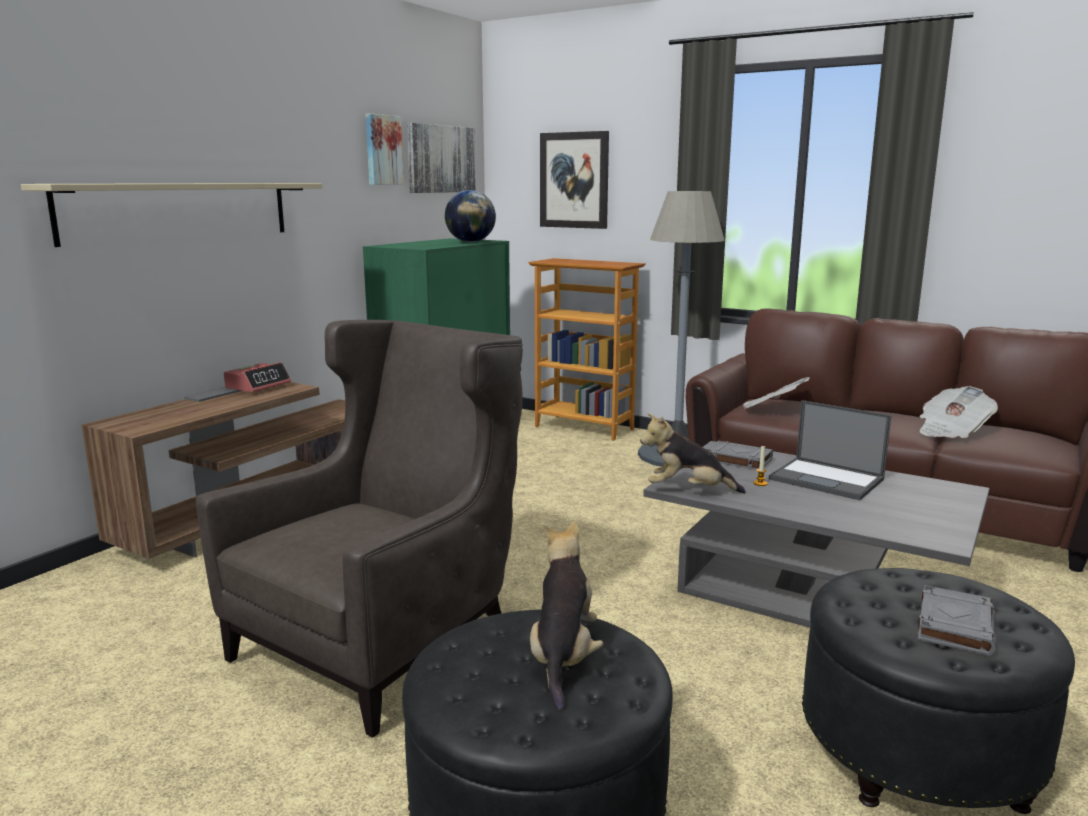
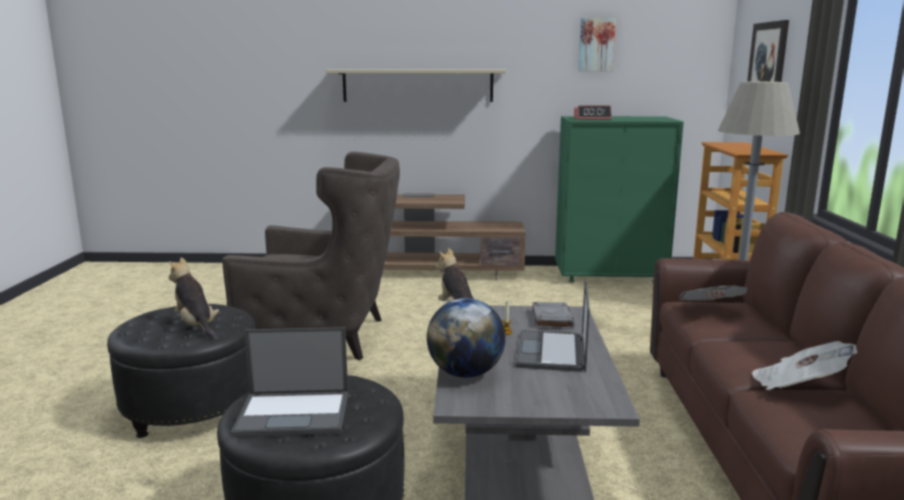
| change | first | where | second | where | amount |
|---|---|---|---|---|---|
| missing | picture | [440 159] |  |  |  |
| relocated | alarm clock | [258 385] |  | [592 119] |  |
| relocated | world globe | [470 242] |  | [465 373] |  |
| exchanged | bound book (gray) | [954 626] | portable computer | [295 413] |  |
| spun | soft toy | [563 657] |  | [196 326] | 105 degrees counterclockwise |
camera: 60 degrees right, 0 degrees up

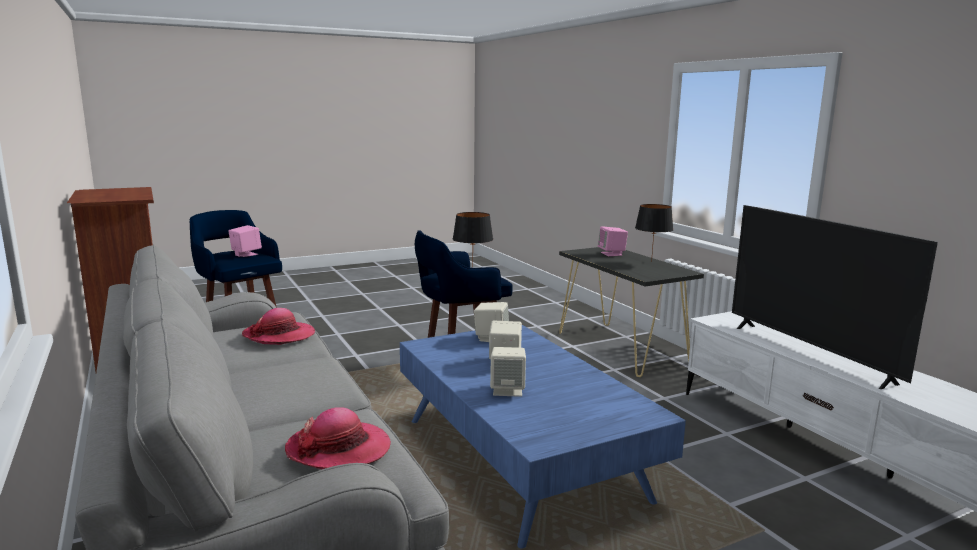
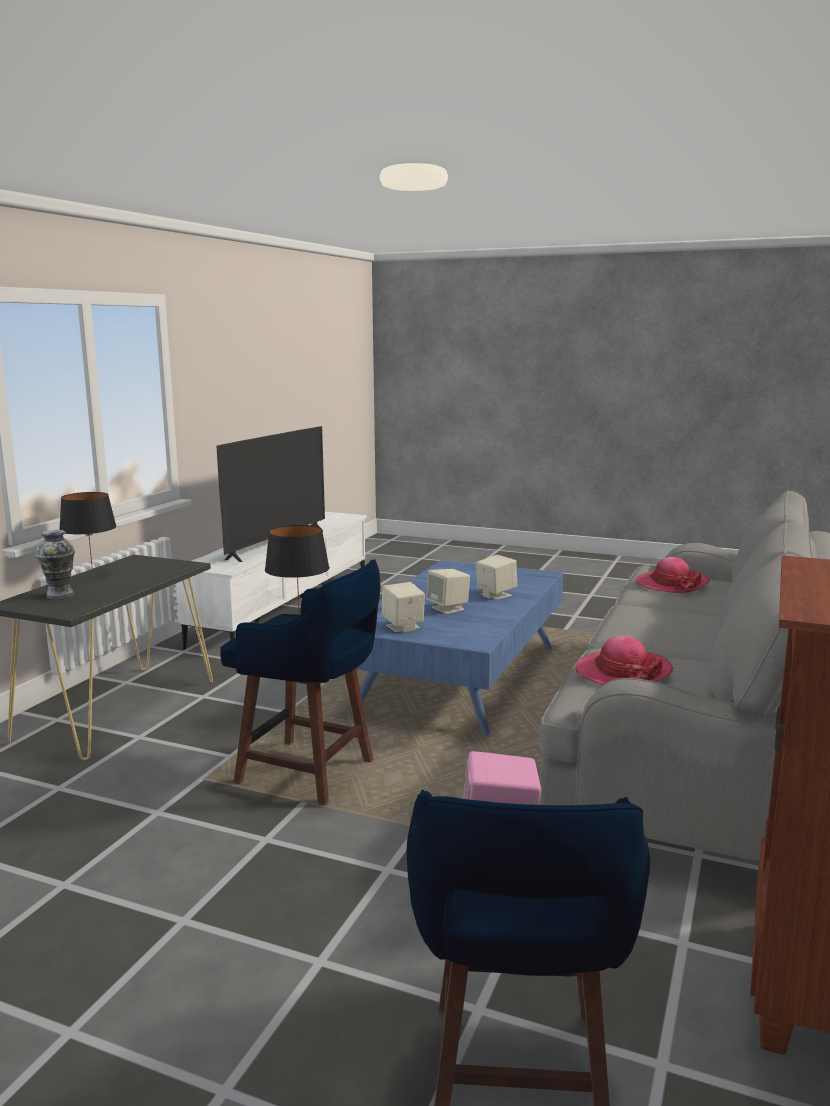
| change | first | where | second | where | amount |
|---|---|---|---|---|---|
| exchanged | audio speaker (pink) | [612 254] | vase | [60 595] |  |
camera: 130 degrees left, 0 degrees up

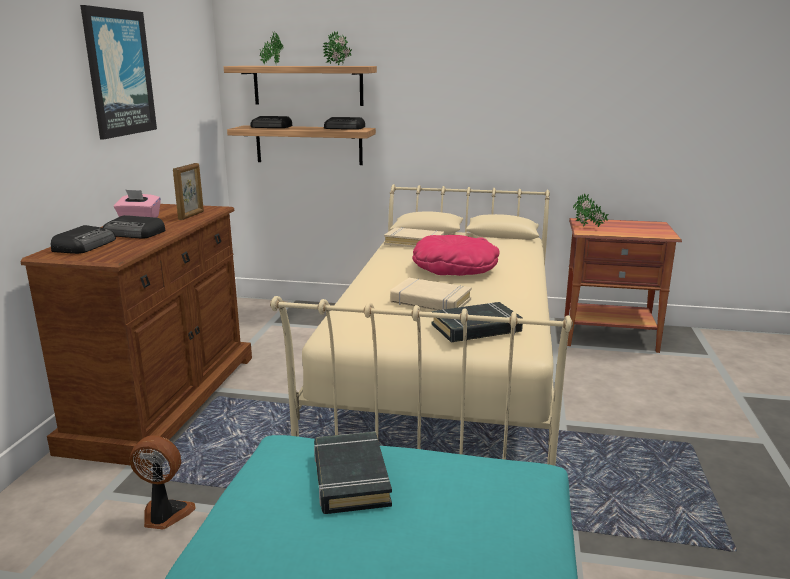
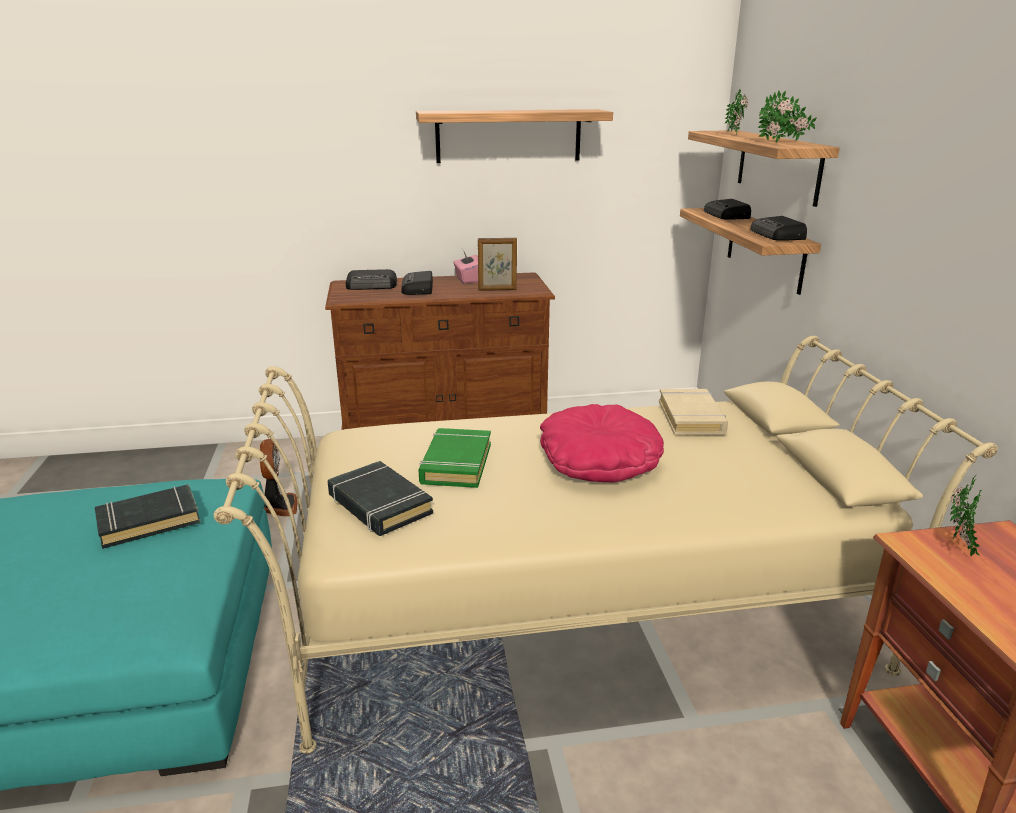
| change | first | where | second | where | amount |
|---|---|---|---|---|---|
| exchanged | picture | [119 73] | wall shelf | [508 136] |  |
| colour | bound book (sand-coloured) | [430 301] | bound book (greenish) | [456 464] |  |
camera: 70 degrees right, 5 degrees up

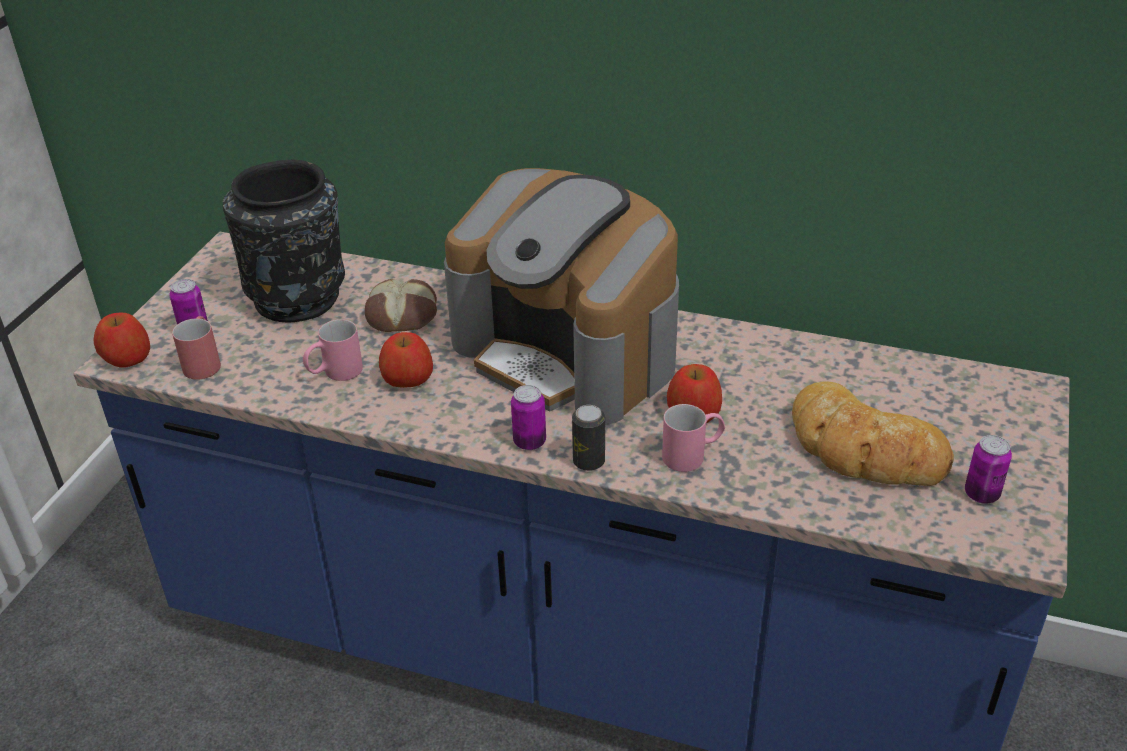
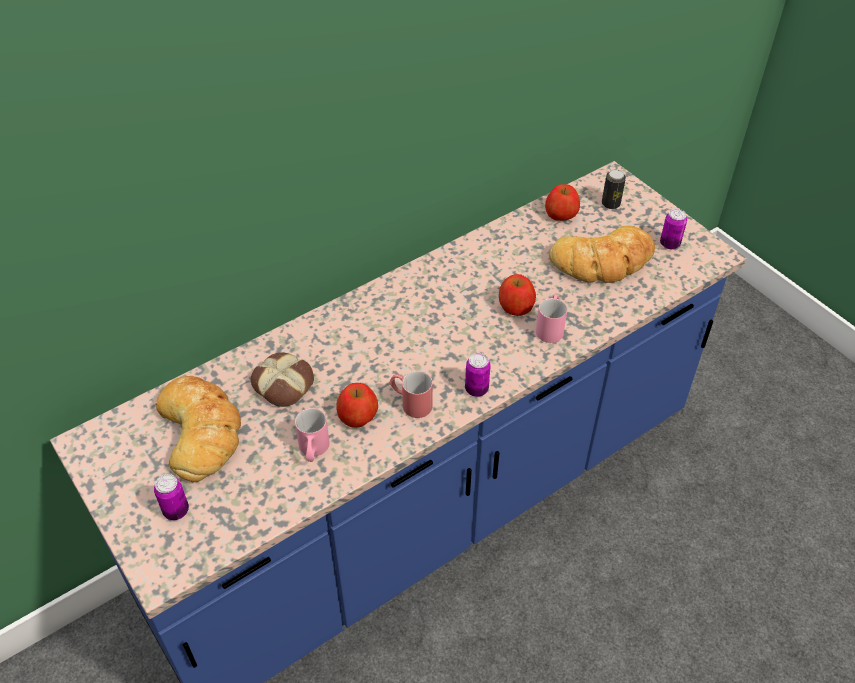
| change | first | where | second | where | amount |
|---|---|---|---|---|---|
| missing | coffee brewer | [568 352] |  |  |  |
| relocated | whole apple | [127 358] |  | [560 214] |  |
| relocated | tea mug (red) | [203 362] |  | [410 402] |  |
| relocated | metal can | [588 461] |  | [610 204] |  |
| exchanged | vase (black) | [299 298] | bakery bread | [201 430] |  |
camera: 55 degrees left, 10 degrees up

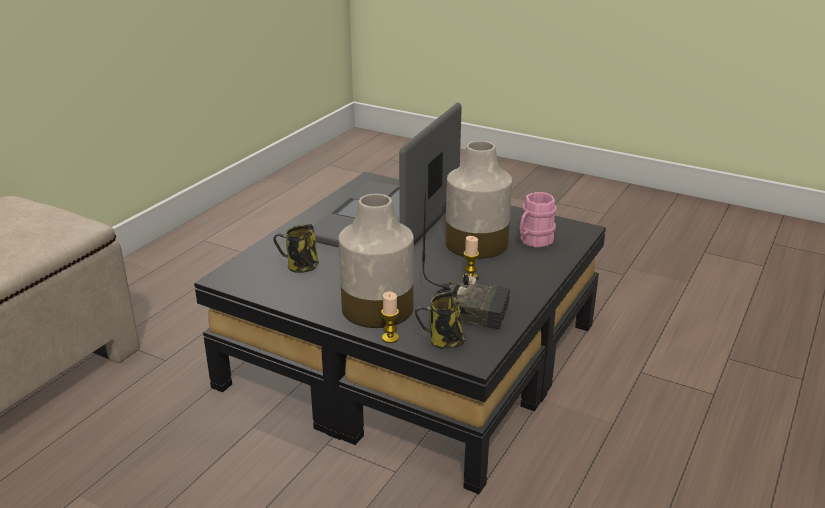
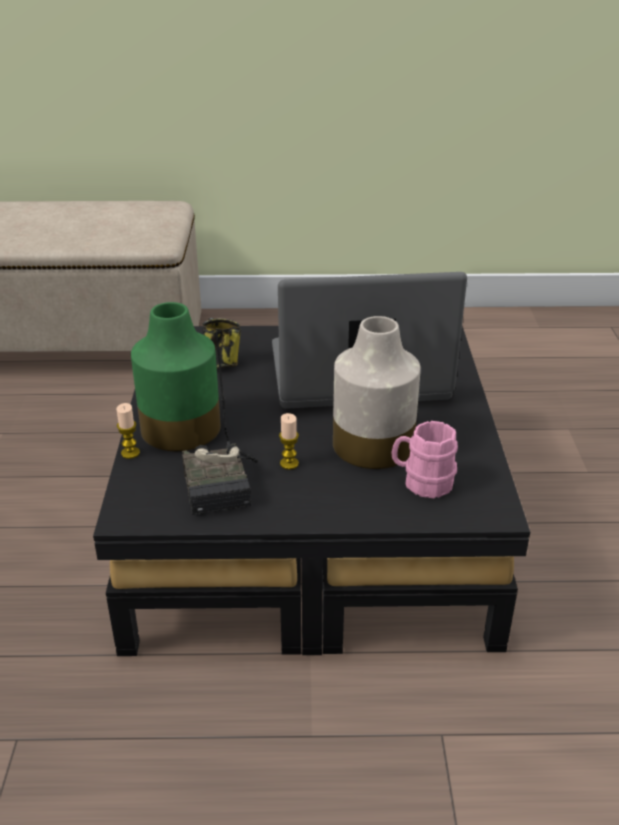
| change | first | where | second | where | amount |
|---|---|---|---|---|---|
| missing | tea mug | [444 342] |  |  |  |
| colour | vase (sand-coloured) | [378 308] | vase (greenish) | [180 428] |  |
camera: 60 degrees right, 5 degrees up

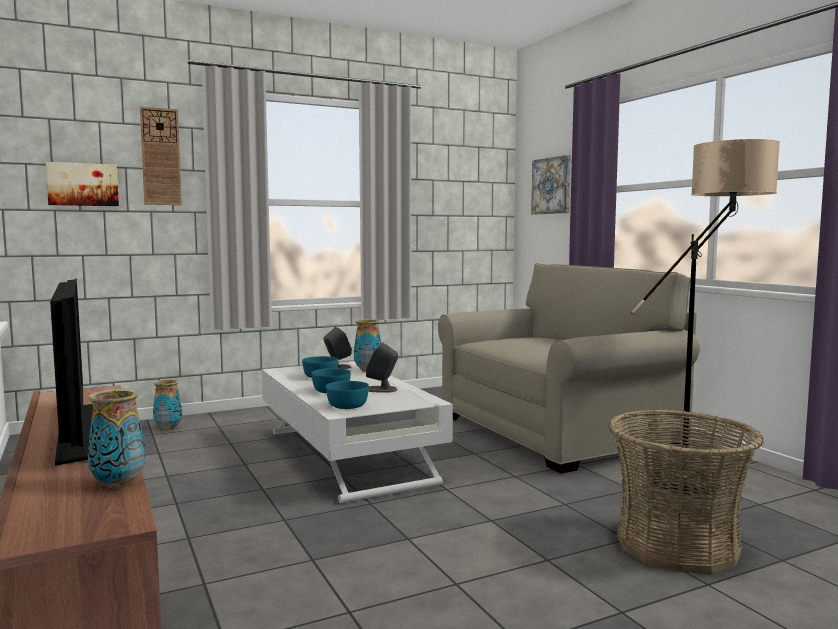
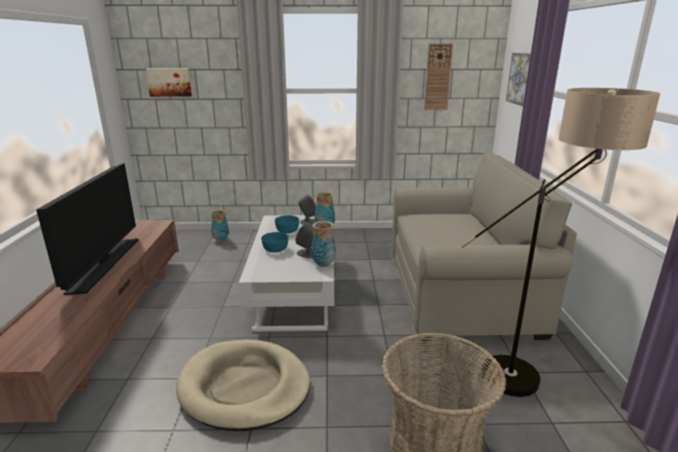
| change | first | where | second | where | amount |
|---|---|---|---|---|---|
| missing | deep dish (blue-green) | [346 406] |  |  |  |
| appeared |  |  | pet bed (sand-coloured) | [244 387] |  |
| relocated | vase | [119 484] |  | [324 264] |  |
| relocated | wall clock | [161 157] |  | [438 77] |  |
camera: 25 degrees right, 15 degrees up

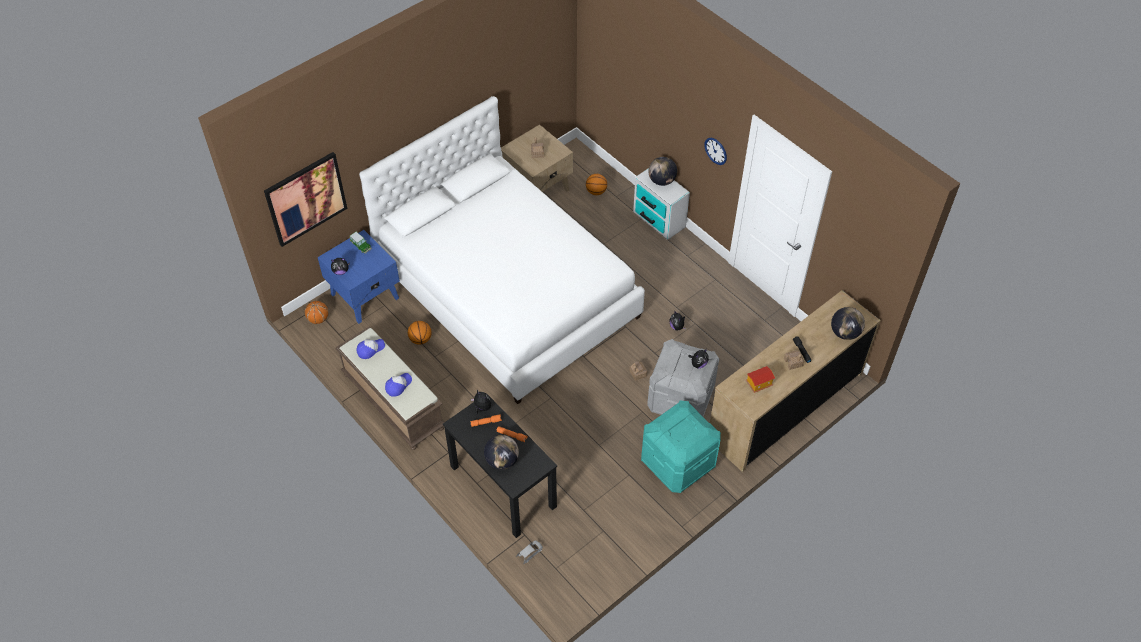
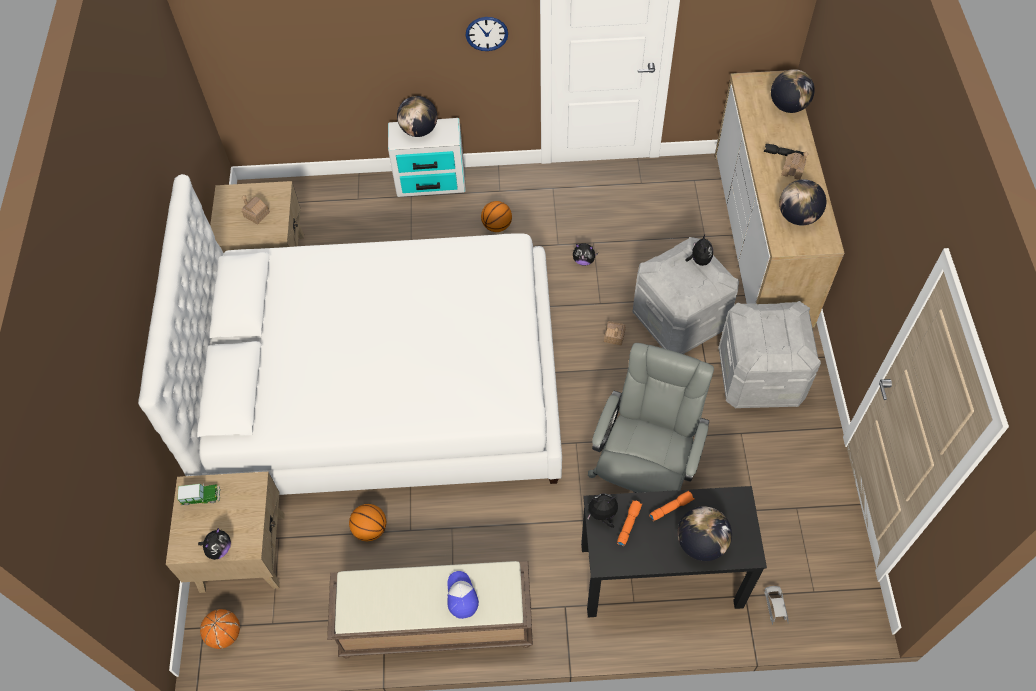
| change | first | where | second | where | amount |
|---|---|---|---|---|---|
| missing | picture | [306 198] |  |  |  |
| missing | baseball cap | [370 349] |  |  |  |
| appeared |  |  | computer chair (gray) | [643 477] |  |
| relocated | basketball ball | [596 191] |  | [496 226] |  |
| exchanged | model house | [759 383] | world globe | [797 216] |  |
| colour | bedside table (bluish) | [365 296] | bedside table (sand-coloured) | [243 551] |  |
| colour | storage bin (blue-green) | [677 463] | storage bin (gray) | [760 377] |  |
camera: 50 degrees left, 5 degrees up

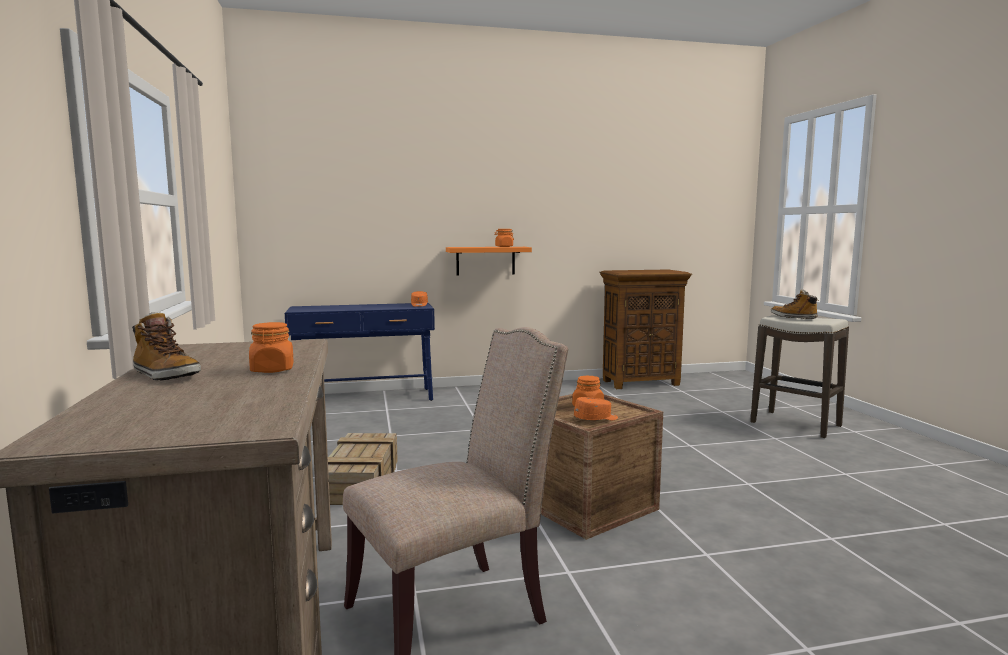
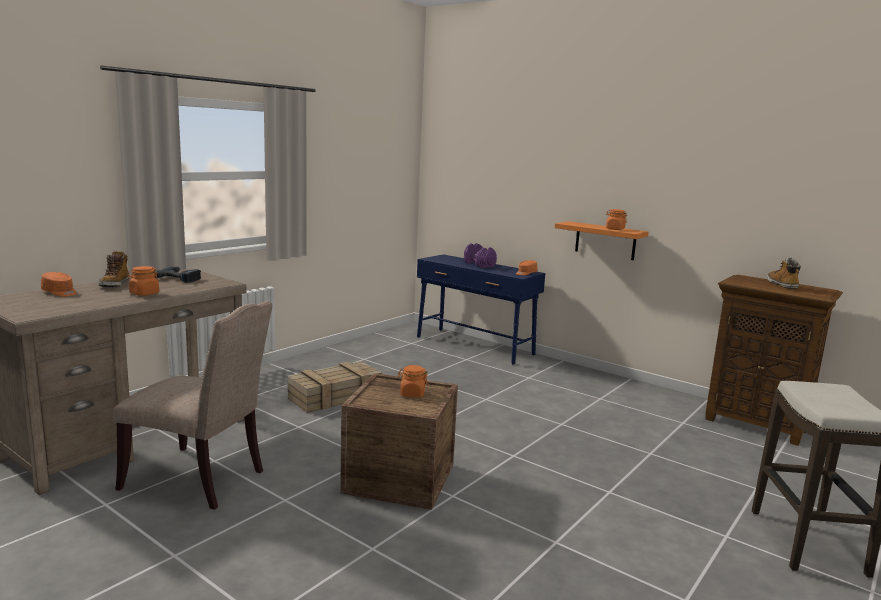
| change | first | where | second | where | amount |
|---|---|---|---|---|---|
| appeared |  |  | electric drill | [180 278] |  |
| appeared |  |  | hand weight (purplish) | [479 264] |  |
| relocated | baseball cap (orange) | [596 419] |  | [60 292] |  |
| relocated | high-top boot | [793 317] |  | [782 285] |  |
camera: 50 degrees right, 5 degrees up

